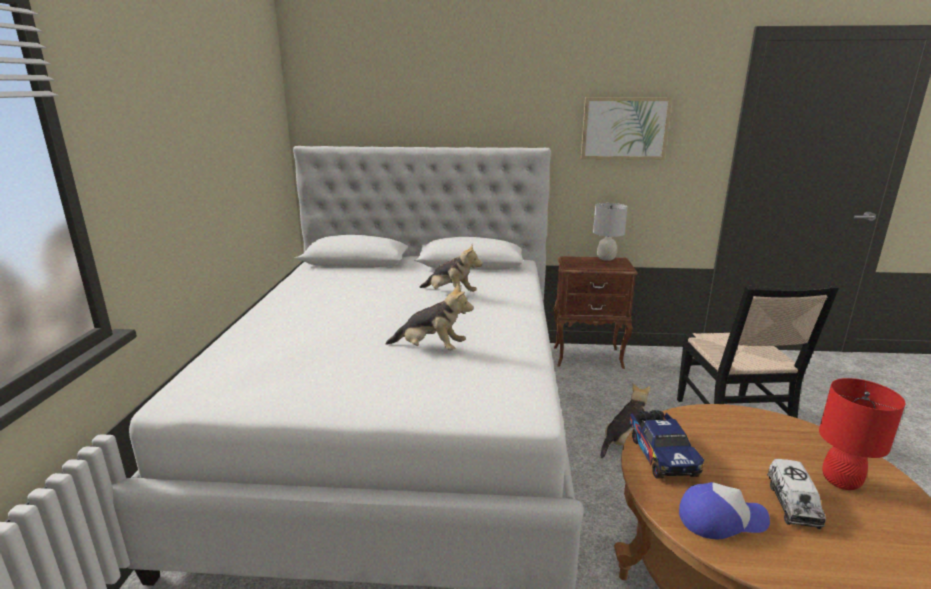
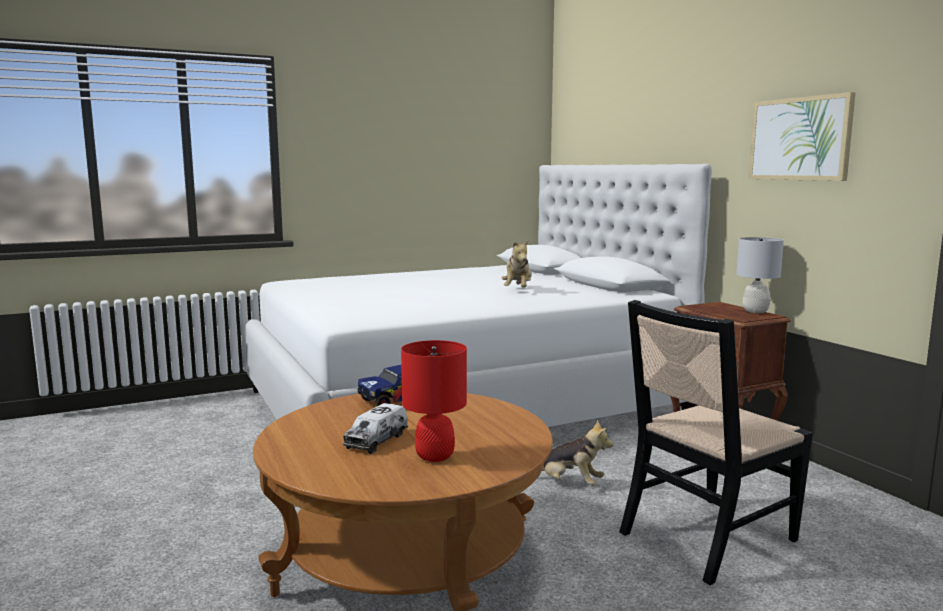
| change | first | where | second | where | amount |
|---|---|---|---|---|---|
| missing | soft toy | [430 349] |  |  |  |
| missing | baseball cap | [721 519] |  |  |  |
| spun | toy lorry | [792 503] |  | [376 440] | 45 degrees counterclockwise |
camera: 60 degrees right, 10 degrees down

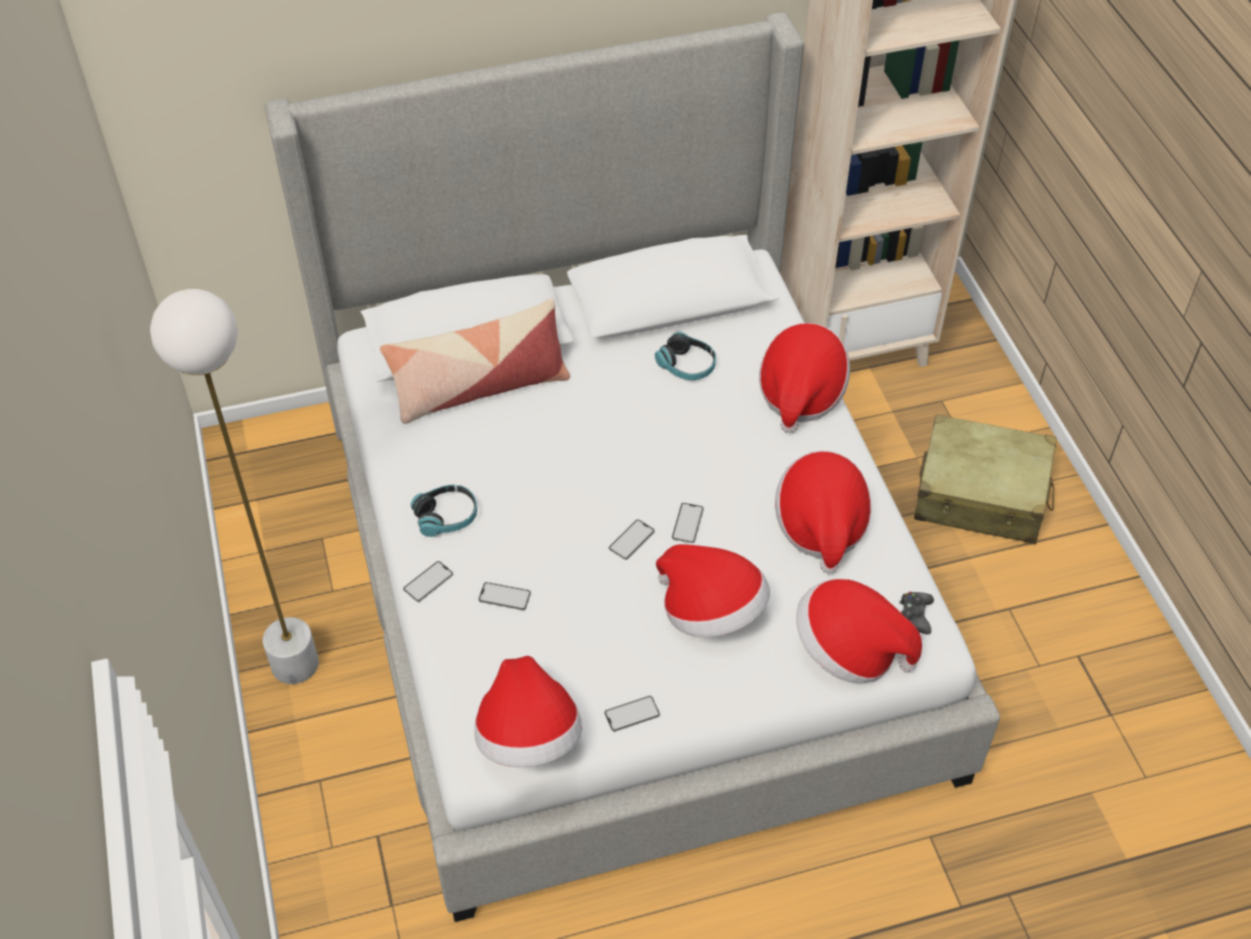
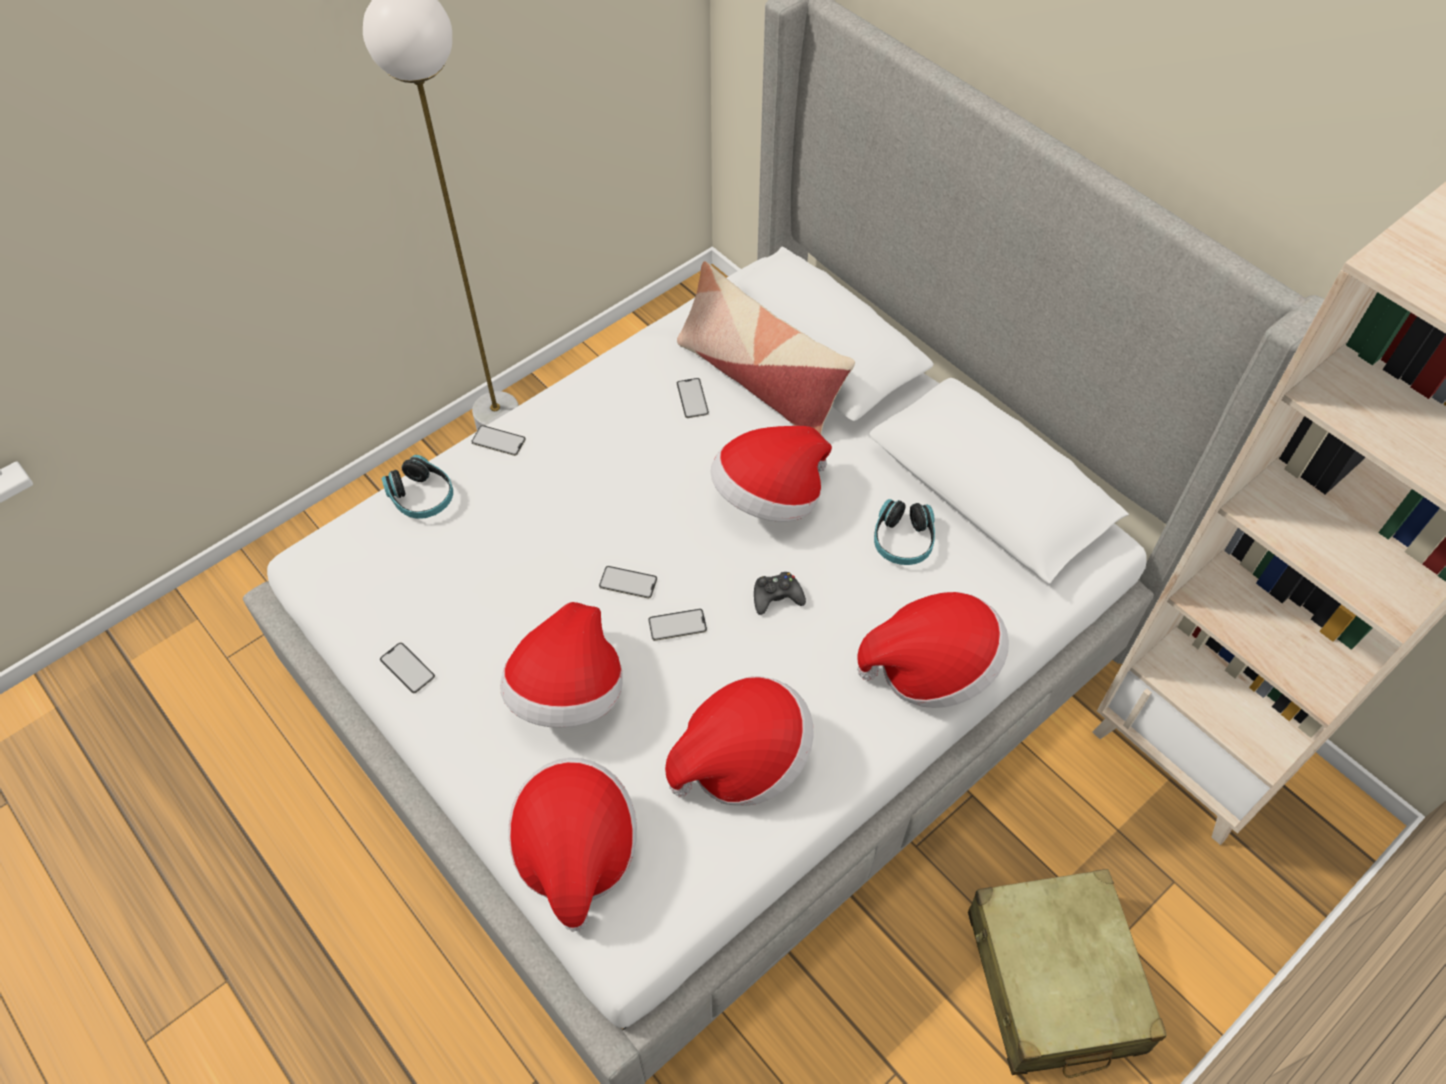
| change | first | where | second | where | amount |
|---|---|---|---|---|---|
| relocated | headphones | [446 517] |  | [422 497] |  |
| relocated | hat | [529 738] |  | [769 497] |  |
| relocated | telephone | [504 596] |  | [692 398] |  |
| relocated | game controller (black) | [915 615] |  | [777 596] |  |
camera: 65 degrees right, 5 degrees up

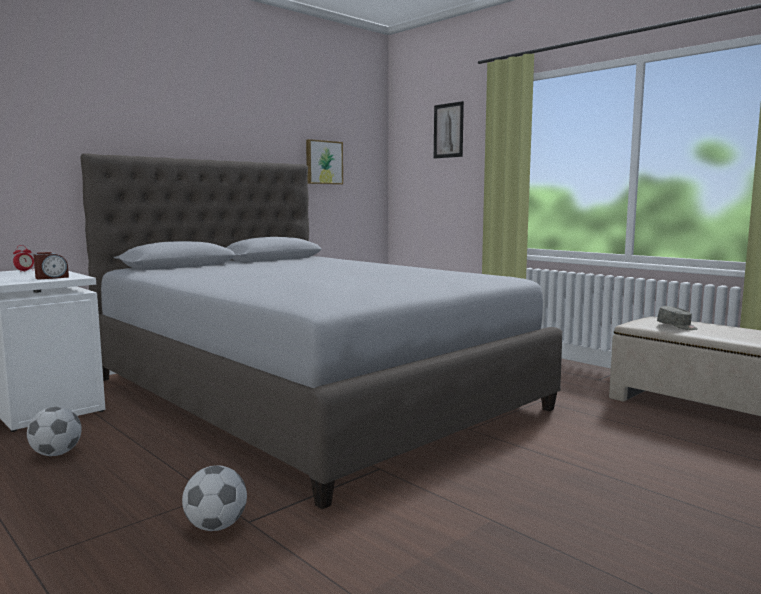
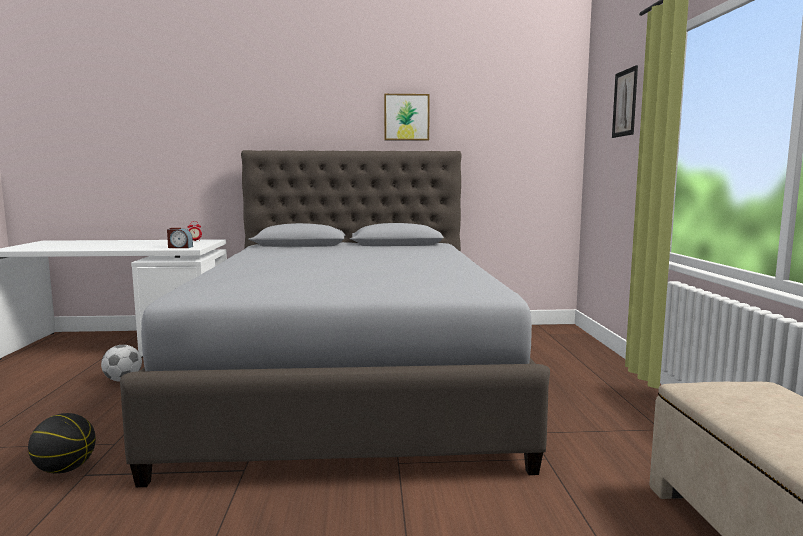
| change | first | where | second | where | amount |
|---|---|---|---|---|---|
| missing | baseball cap (gray) | [677 326] |  |  |  |
| relocated | picture | [323 162] |  | [406 117] |  |
| exchanged | ball for football | [216 526] | basketball ball | [65 469] |  |
camera: 40 degrees right, 0 degrees up

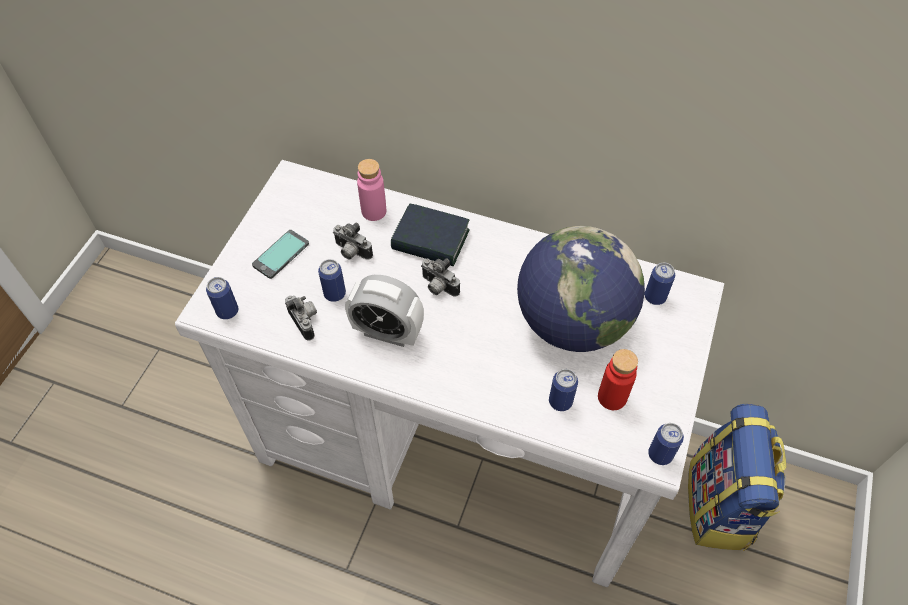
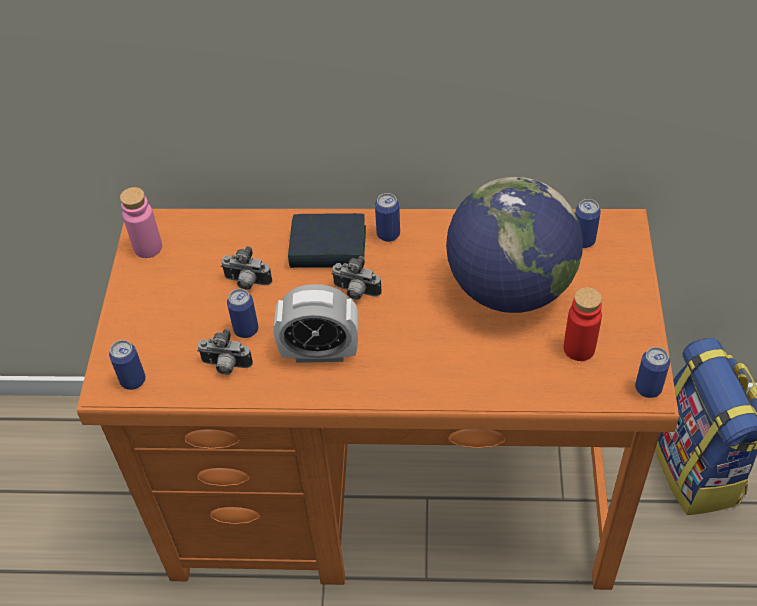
| change | first | where | second | where | amount |
|---|---|---|---|---|---|
| missing | telephone | [281 255] |  |  |  |
| relocated | bottle (pink) | [374 211] |  | [148 247] |  |
| relocated | metal can | [560 401] |  | [388 234] |  |
| colour | desk table (white-coloured) | [455 446] | desk table (orange) | [392 493] |  |
| spun | photo camera | [305 321] |  | [225 366] | 150 degrees clockwise |
camera: 15 degrees left, 5 degrees down

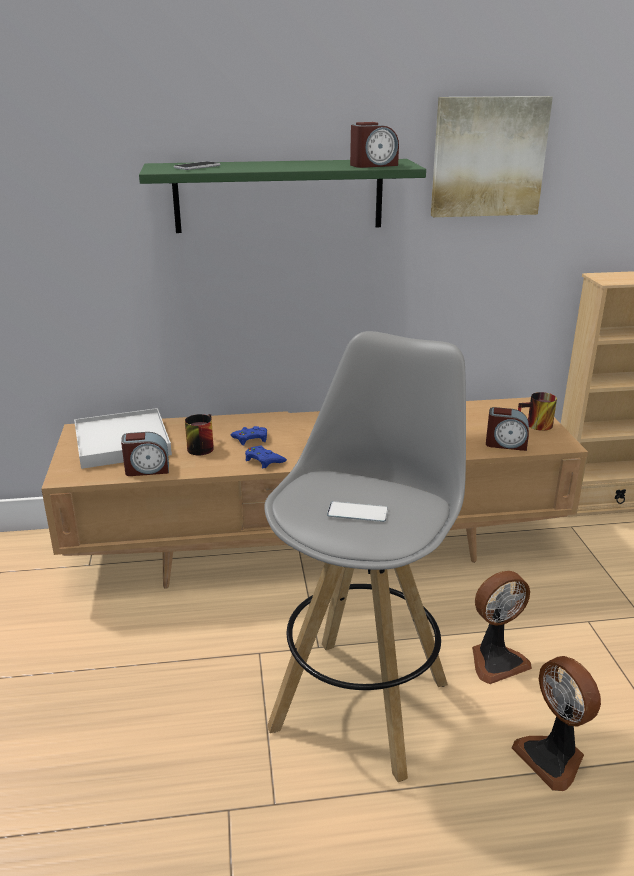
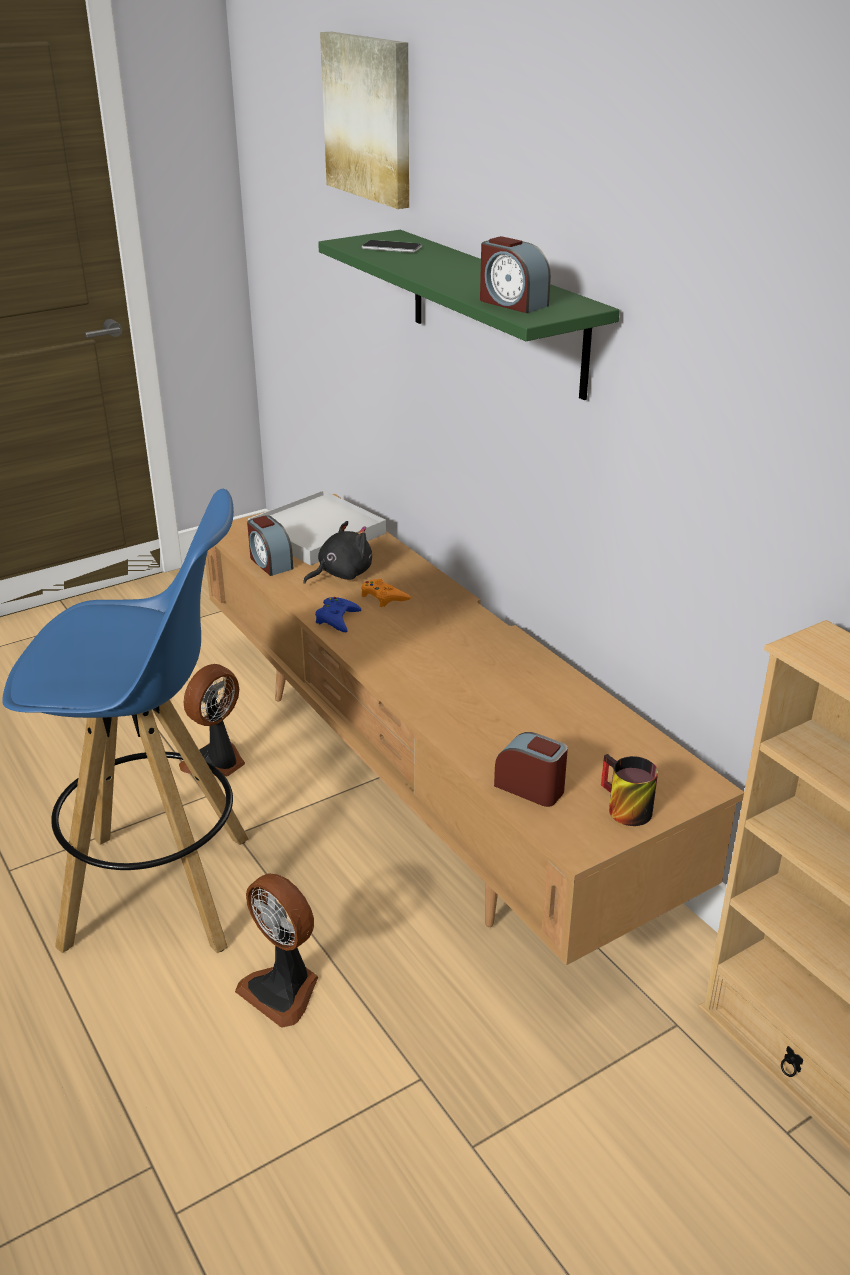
| change | first | where | second | where | amount |
|---|---|---|---|---|---|
| missing | telephone | [357 512] |  |  |  |
| relocated | picture | [488 157] |  | [370 118] |  |
| relocated | fan | [553 757] |  | [217 762] |  |
| exchanged | tea mug | [200 446] | soft toy (black) | [341 574] |  |
| colour | game controller (bluish) | [251 439] | game controller (orange) | [383 597] |  |
| colour | stool seat (gray) | [363 702] | stool seat (bluish) | [162 892] |  |
| spun | alarm clock | [506 444] |  | [530 787] | 135 degrees clockwise |
camera: 65 degrees right, 5 degrees up

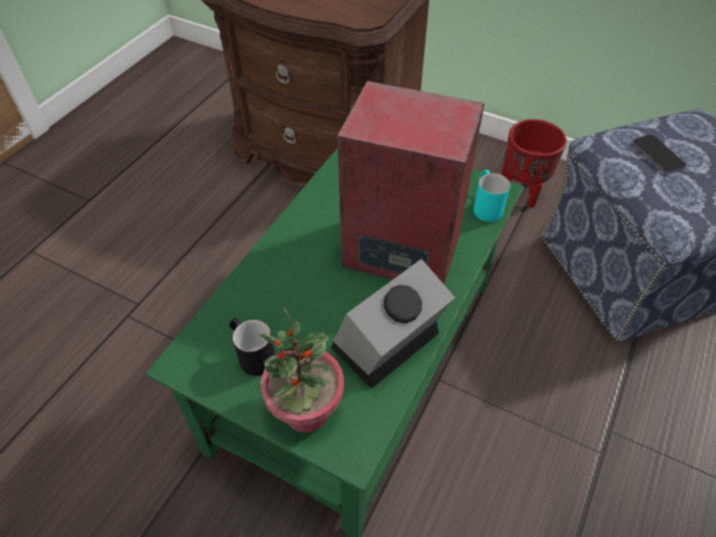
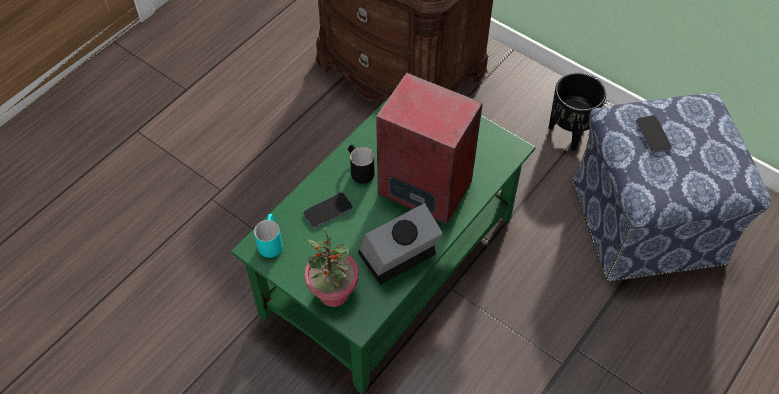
| change | first | where | second | where | amount |
|---|---|---|---|---|---|
| appeared |  |  | telephone | [328 211] |  |
| relocated | tea mug (black) | [252 353] |  | [359 169] |  |
| relocated | tea mug (blue-green) | [485 205] |  | [271 241] |  |
| colour | plant pot (red) | [522 191] | plant pot (black) | [569 133] |  |
camera: 10 degrees right, 5 degrees up

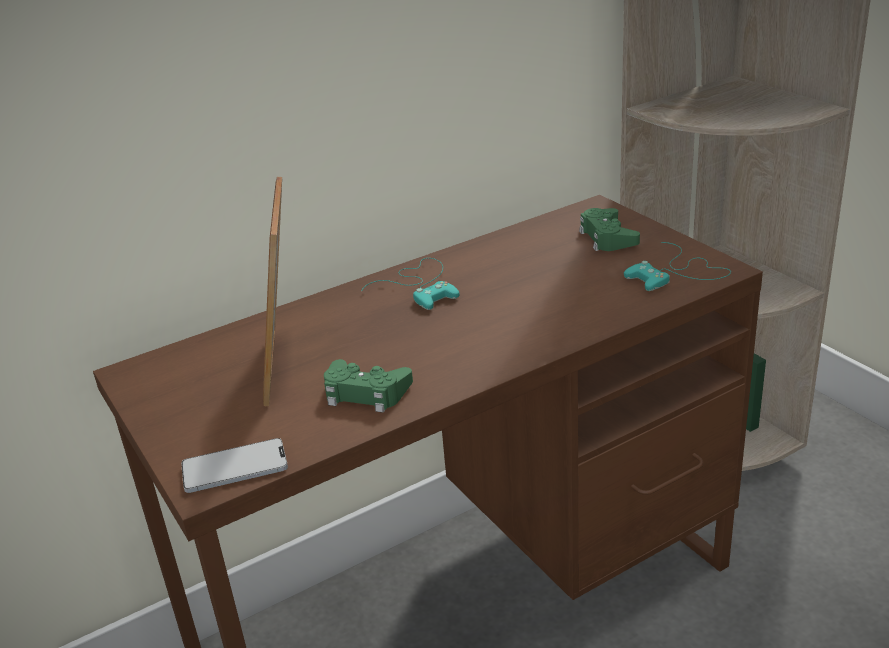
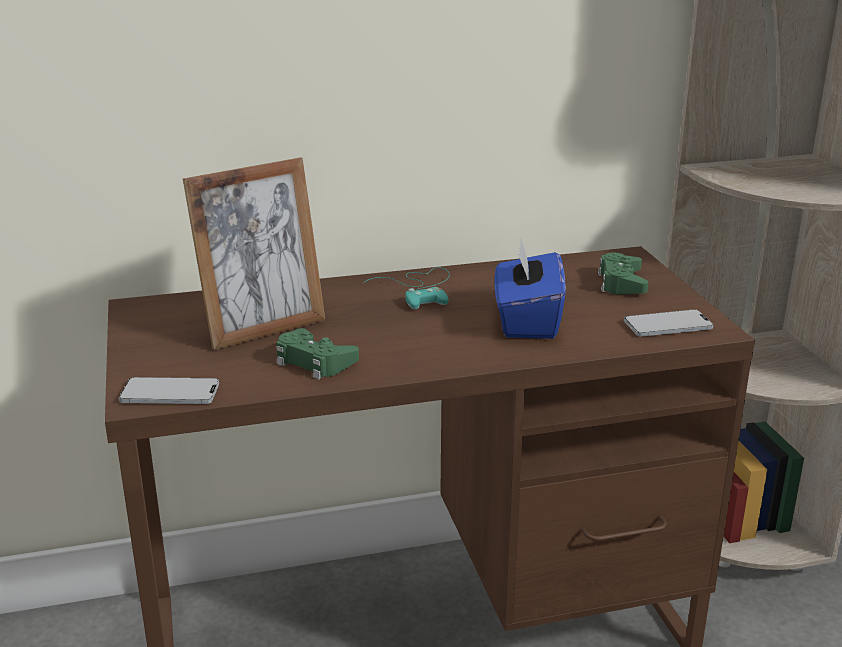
| change | first | where | second | where | amount |
|---|---|---|---|---|---|
| appeared |  |  | tissue holder (bluish) | [526 321] |  |
| exchanged | game controller (blue-green) | [678 273] | telephone | [667 325] |  |
| spun | picture frame | [287 366] |  | [263 328] | 135 degrees counterclockwise |
camera: 15 degrees right, 5 degrees down

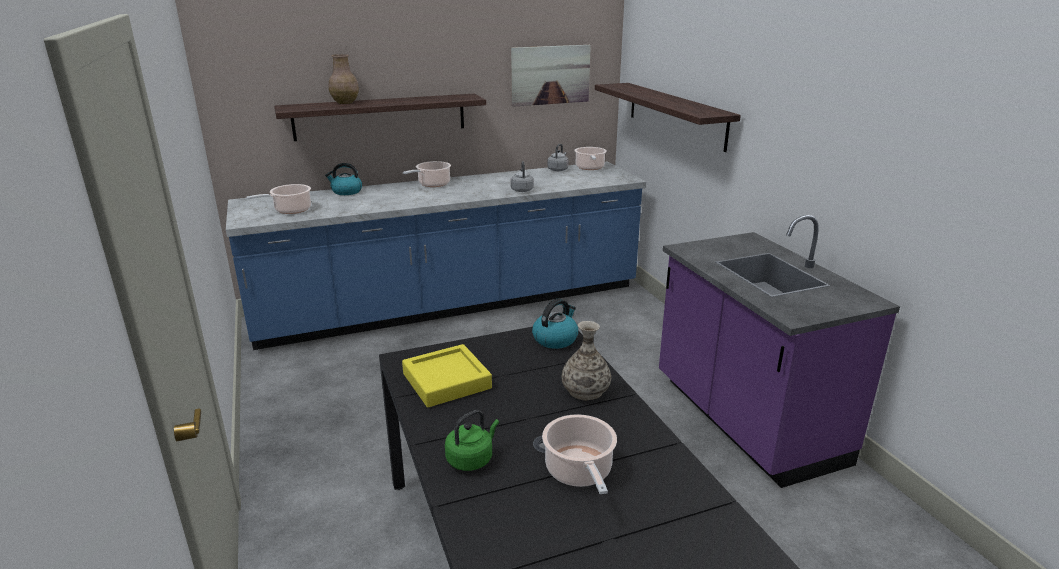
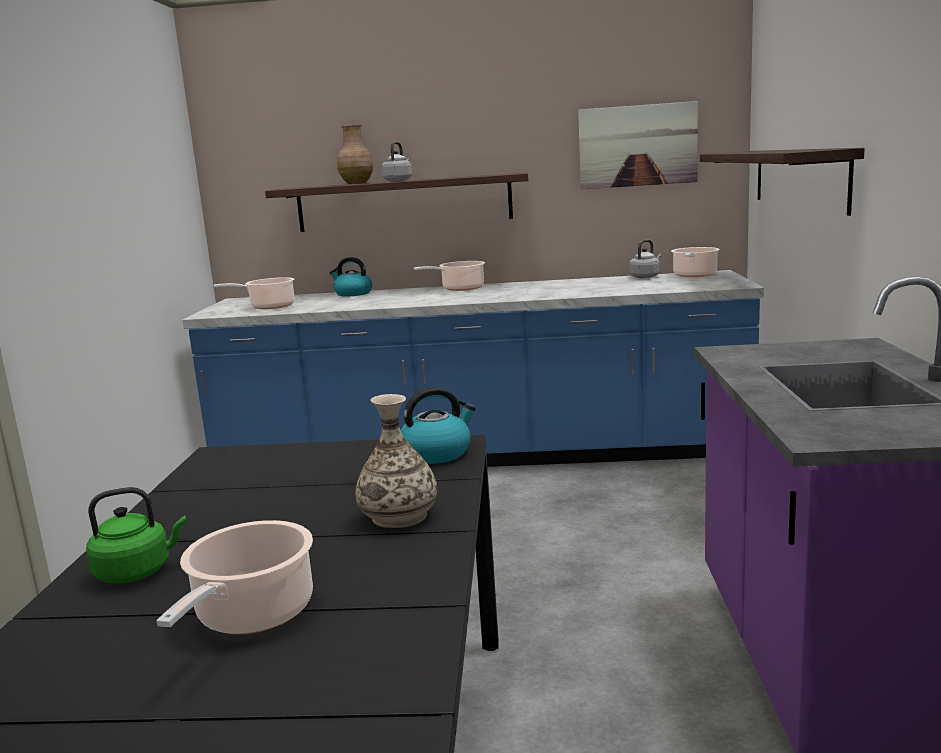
| change | first | where | second | where | amount |
|---|---|---|---|---|---|
| missing | serving tray (yellow-coloured) | [446 381] |  |  |  |
| relocated | water kettle (gray) | [522 190] |  | [398 180] |  |
camera: 25 degrees right, 10 degrees down

